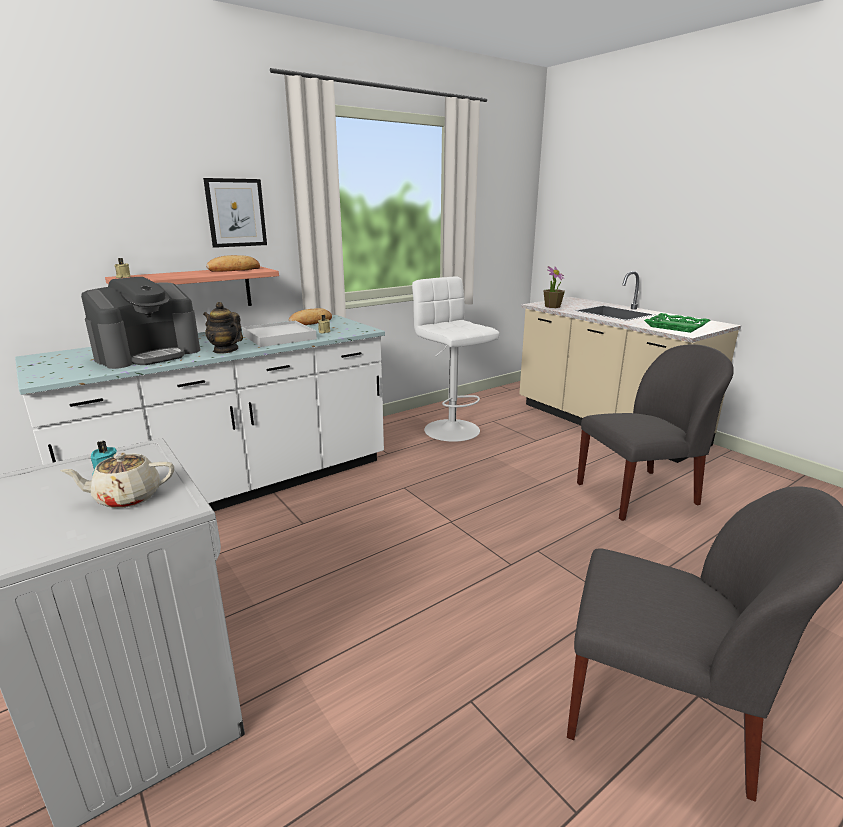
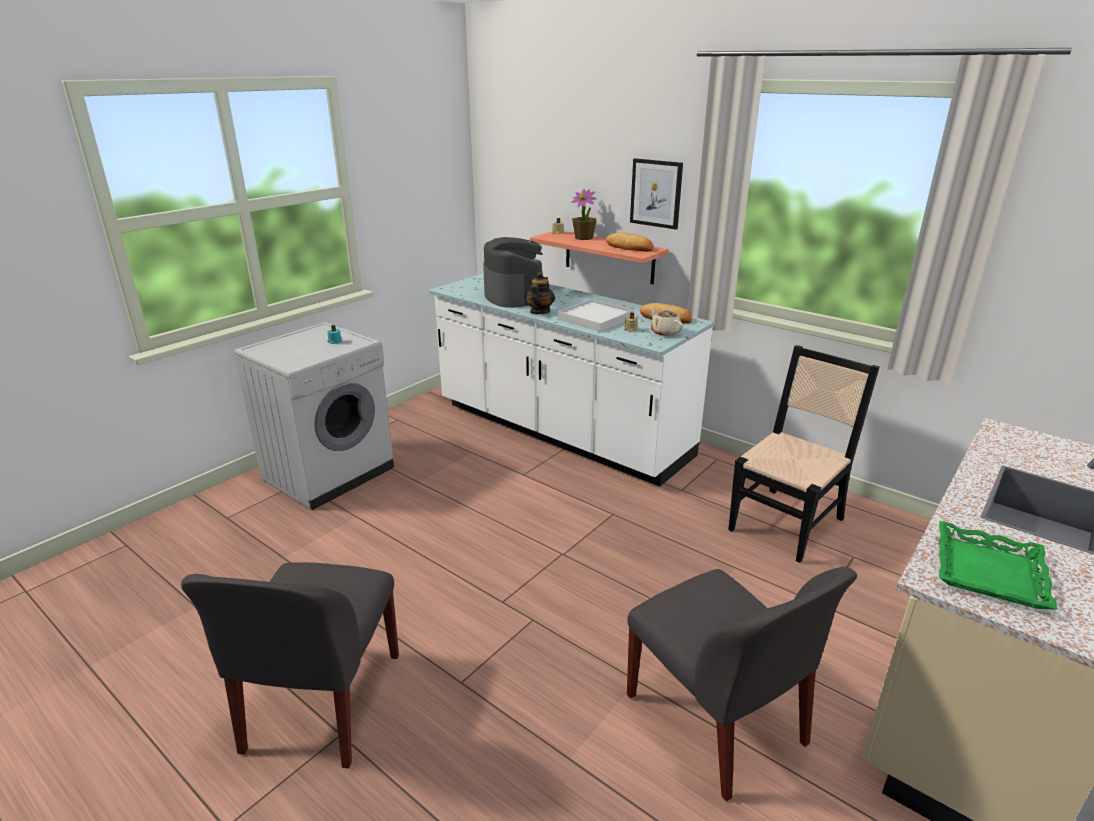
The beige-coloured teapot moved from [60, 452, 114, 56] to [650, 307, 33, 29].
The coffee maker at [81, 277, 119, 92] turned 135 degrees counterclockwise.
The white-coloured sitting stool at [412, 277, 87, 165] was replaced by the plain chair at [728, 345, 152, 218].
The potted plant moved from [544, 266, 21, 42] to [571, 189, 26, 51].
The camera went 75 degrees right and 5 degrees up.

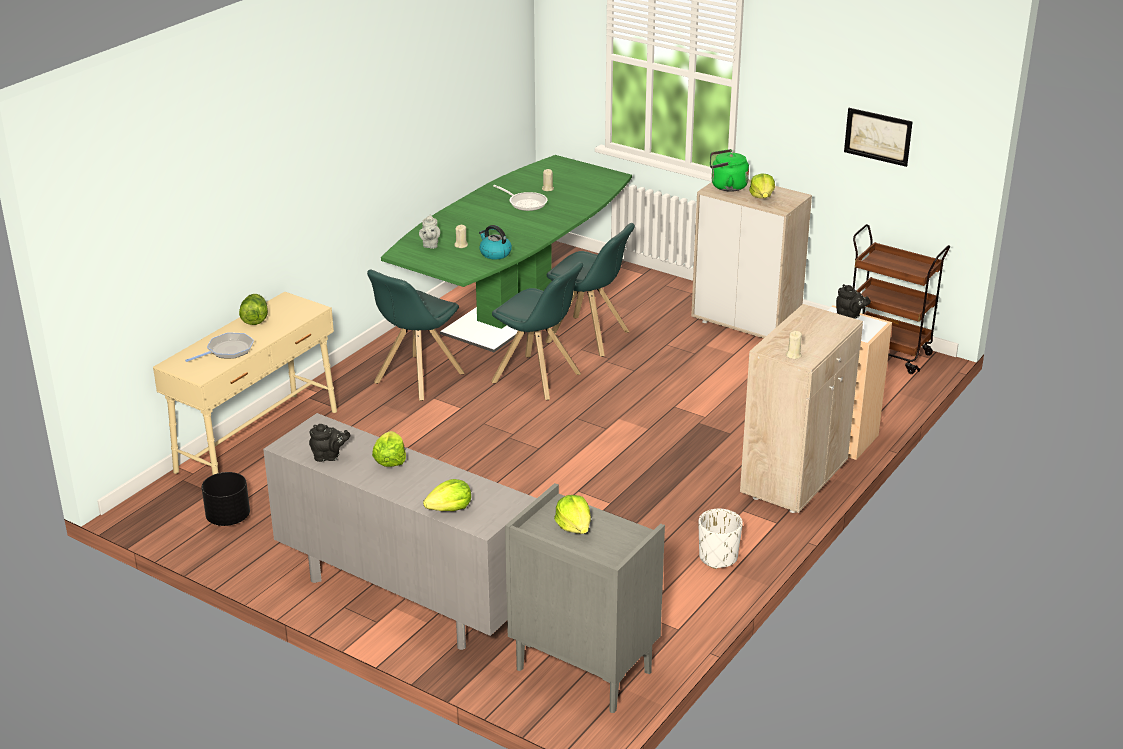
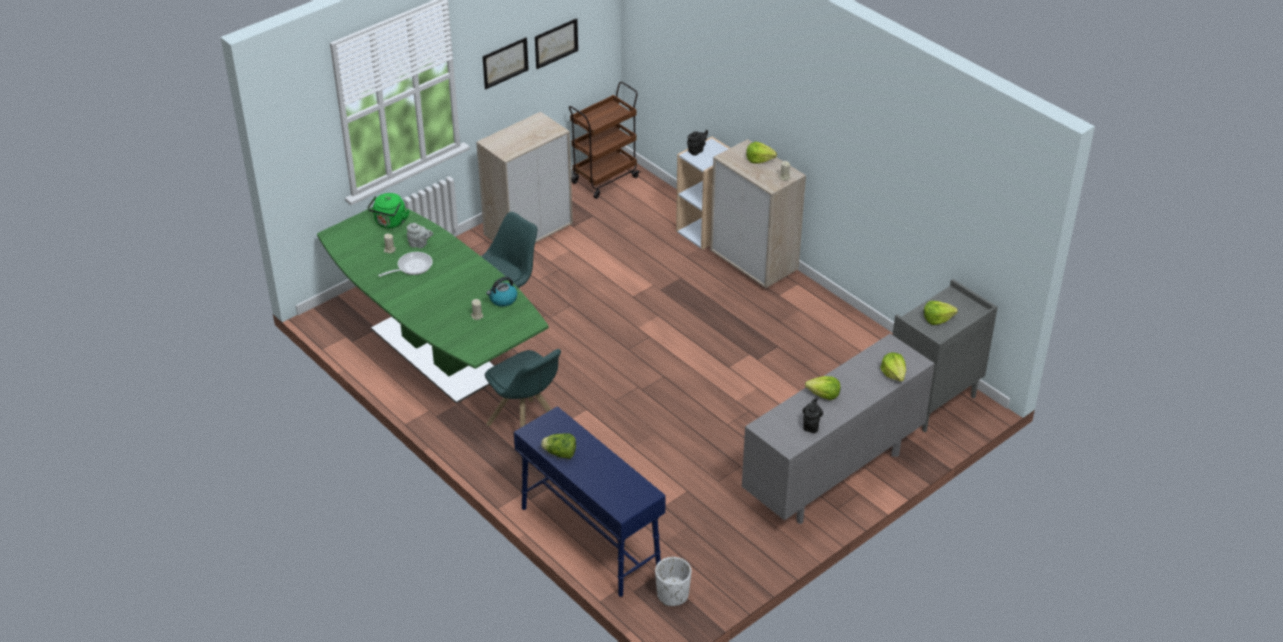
The beige-coloured console table at [153, 292, 184, 183] became the blue-coloured console table at [513, 406, 153, 191].
The pan at [185, 332, 69, 30] disappeared.
The black-coloured flower pot at [202, 472, 48, 54] disappeared.
The greyish teapot moved from [419, 214, 21, 35] to [407, 223, 26, 25].
The turquoise-coloured plain chair at [492, 262, 91, 138] disappeared.
The white-coloured flower pot moved from [699, 509, 44, 60] to [655, 557, 36, 49].
The greenish kettle moved from [710, 149, 39, 43] to [368, 193, 42, 35].
The lettuce moved from [749, 173, 26, 25] to [746, 142, 31, 22].
The wall art at [483, 37, 46, 52] appeared.
The camera went 75 degrees left and 10 degrees up.

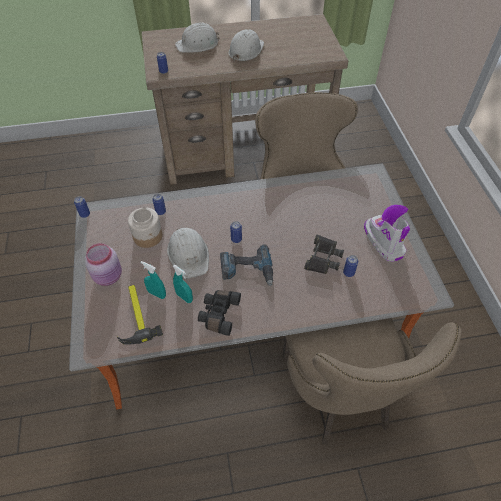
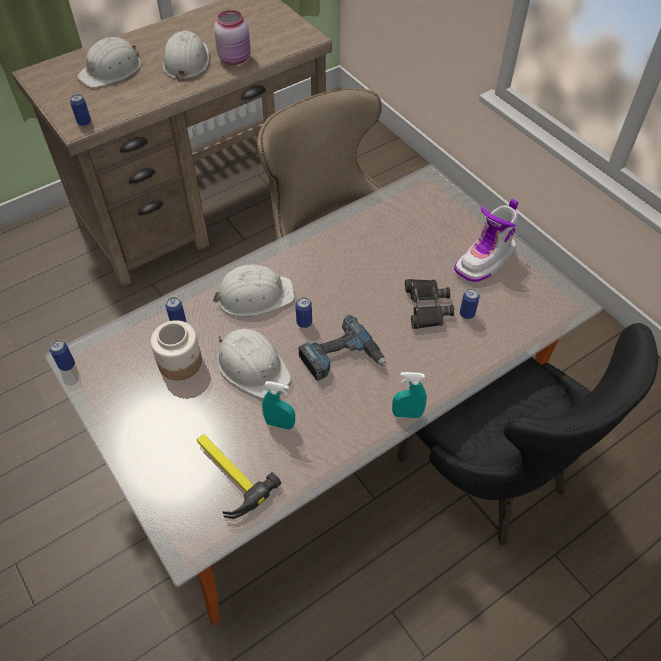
The pink storage jar moved from [85, 243, 37, 43] to [214, 10, 37, 55].
The turquoise-coloured spray bottle moved from [141, 261, 25, 38] to [392, 372, 35, 46].
The black-coloured binoculars at [198, 290, 43, 46] disappeared.
The beige-coloured plain chair at [283, 318, 179, 127] became the black-coloured plain chair at [397, 323, 261, 222].
The tall boot at [364, 205, 46, 57] turned 90 degrees counterclockwise.
The white-coloured safety helmet at [212, 265, 83, 52] appeared.
The camera went 25 degrees left and 0 degrees up.

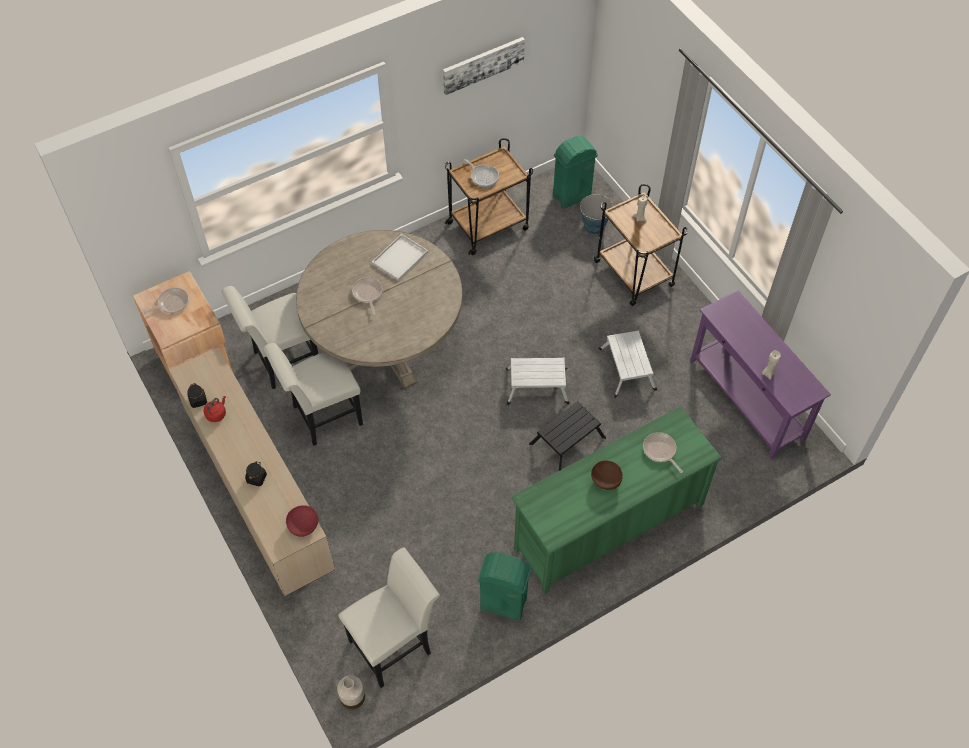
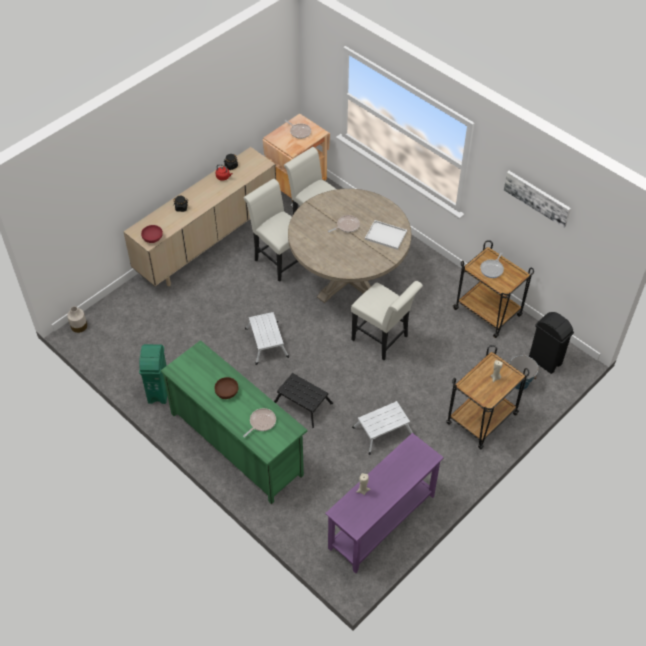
The white-coloured plain chair moved from [338, 548, 102, 140] to [351, 281, 72, 79].
The white-coloured step ladder moved from [506, 357, 64, 48] to [245, 312, 44, 53].
The greenish trash can at [553, 136, 45, 73] became the black-coloured trash can at [529, 312, 45, 62].
The camera went 75 degrees right and 5 degrees down.

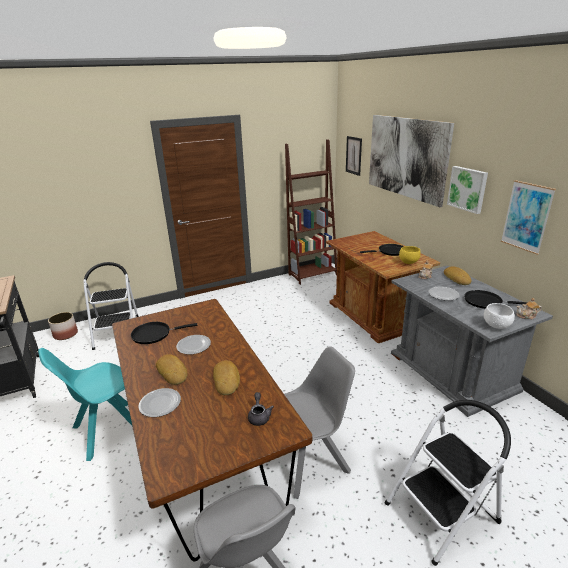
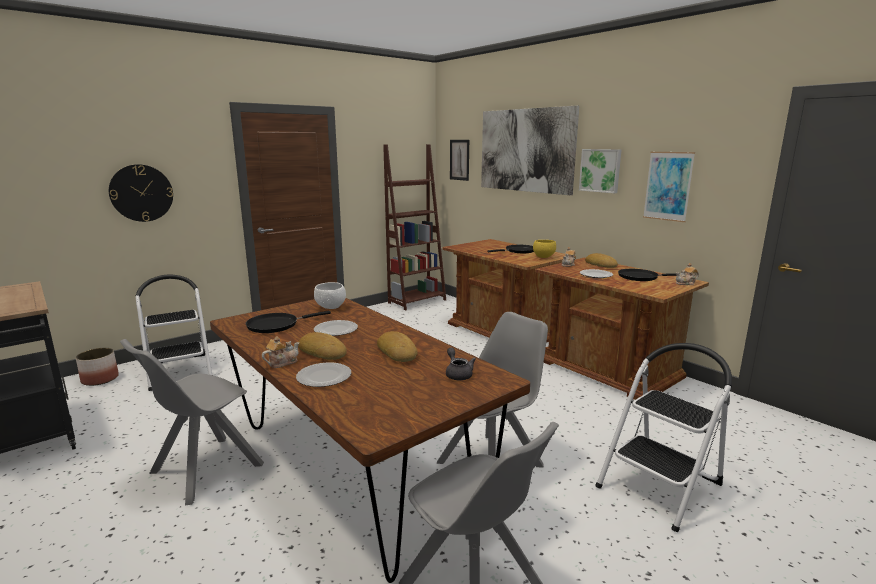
The turquoise-coloured plain chair at [38, 348, 94, 113] became the greyish plain chair at [120, 339, 144, 166].
The greyish cabinet at [391, 266, 162, 151] became the brown cabinet at [535, 258, 174, 142].
The white-coloured serving bowl moved from [484, 303, 31, 26] to [314, 282, 32, 27].
The clock on the wall at [109, 164, 64, 58] appeared.
The teapot at [262, 336, 38, 32] appeared.
The camera went 15 degrees left and 10 degrees down.

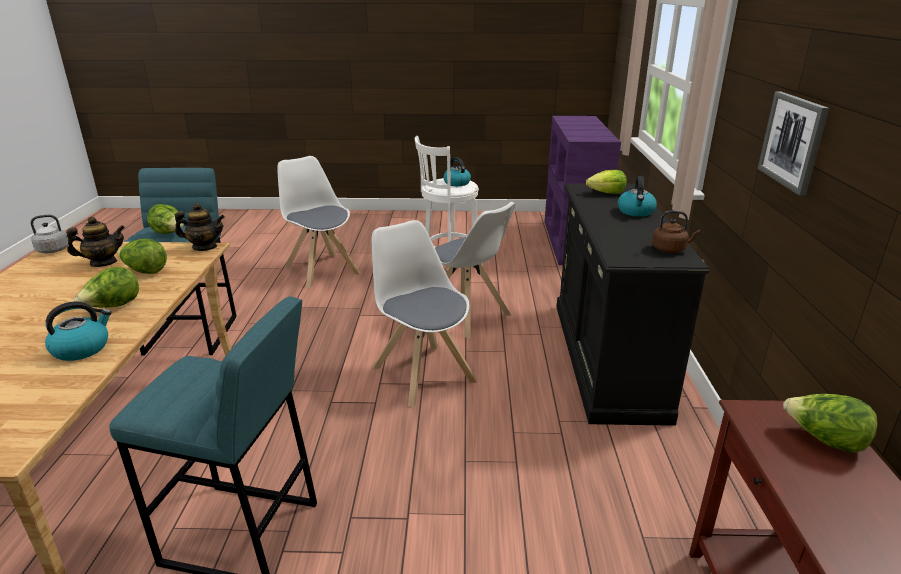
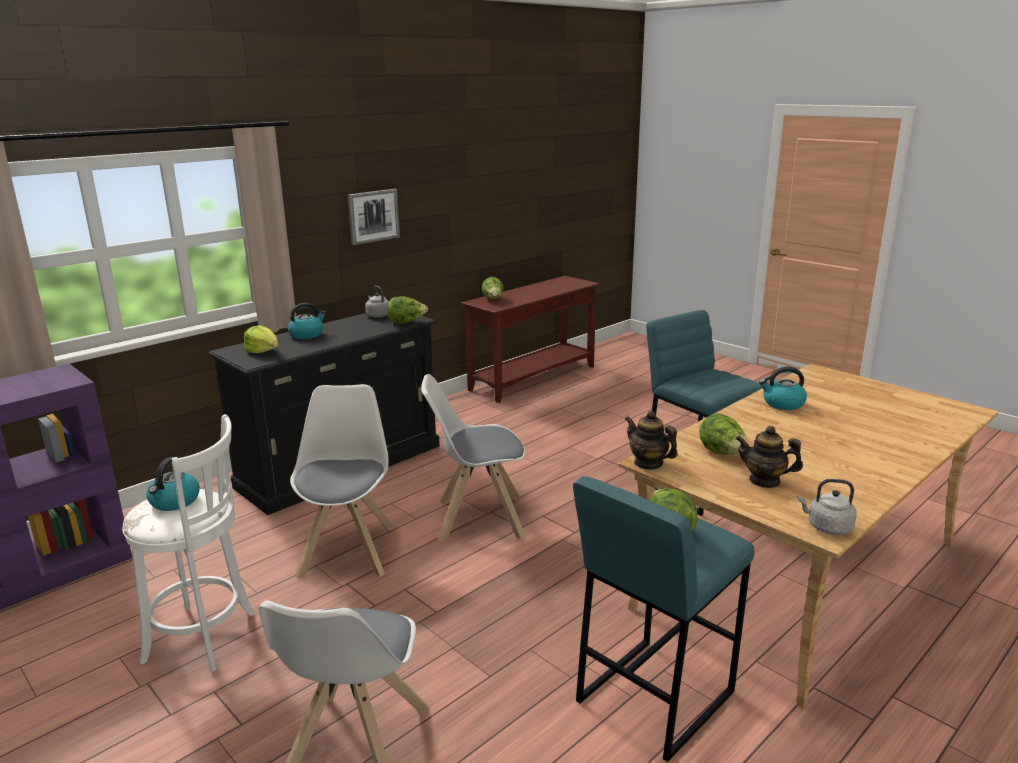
The lettuce moved from [74, 267, 65, 41] to [387, 296, 41, 28].
The plain chair at [372, 220, 105, 187] turned 75 degrees clockwise.
The brown kettle at [652, 210, 48, 43] became the greyish kettle at [365, 285, 24, 33].
The camera went 135 degrees left and 5 degrees down.

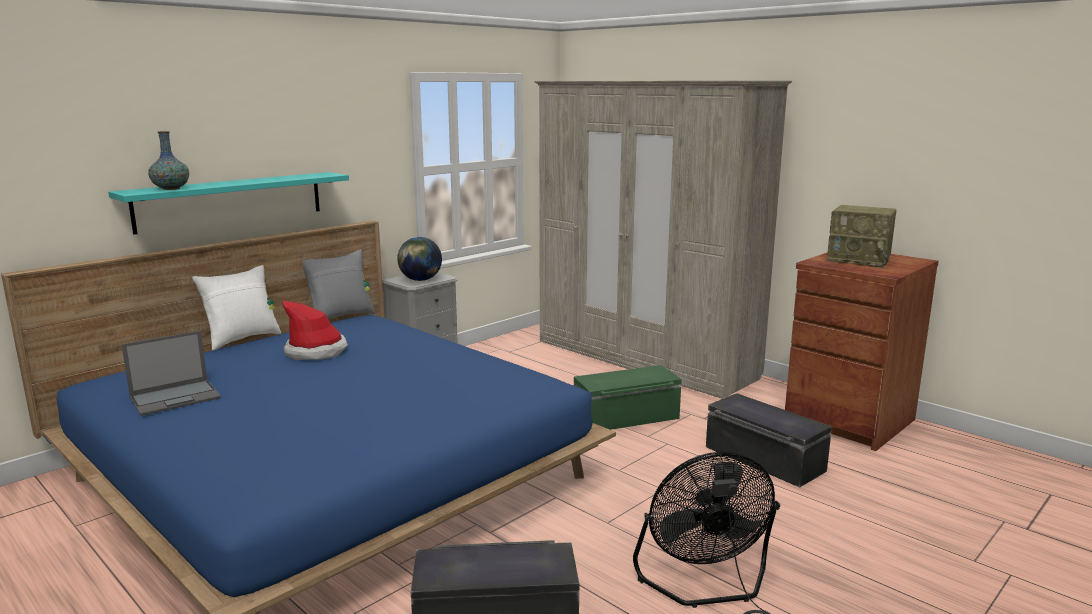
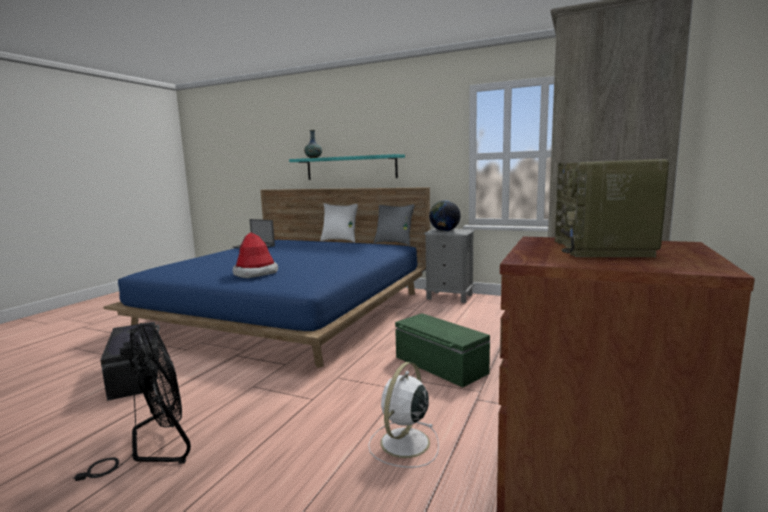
The clothing hat moved from [282, 300, 66, 60] to [233, 232, 45, 46].
The black-coloured storage box at [706, 393, 126, 94] was replaced by the white-coloured electric fan at [368, 362, 71, 106].
The camera went 70 degrees right and 5 degrees down.

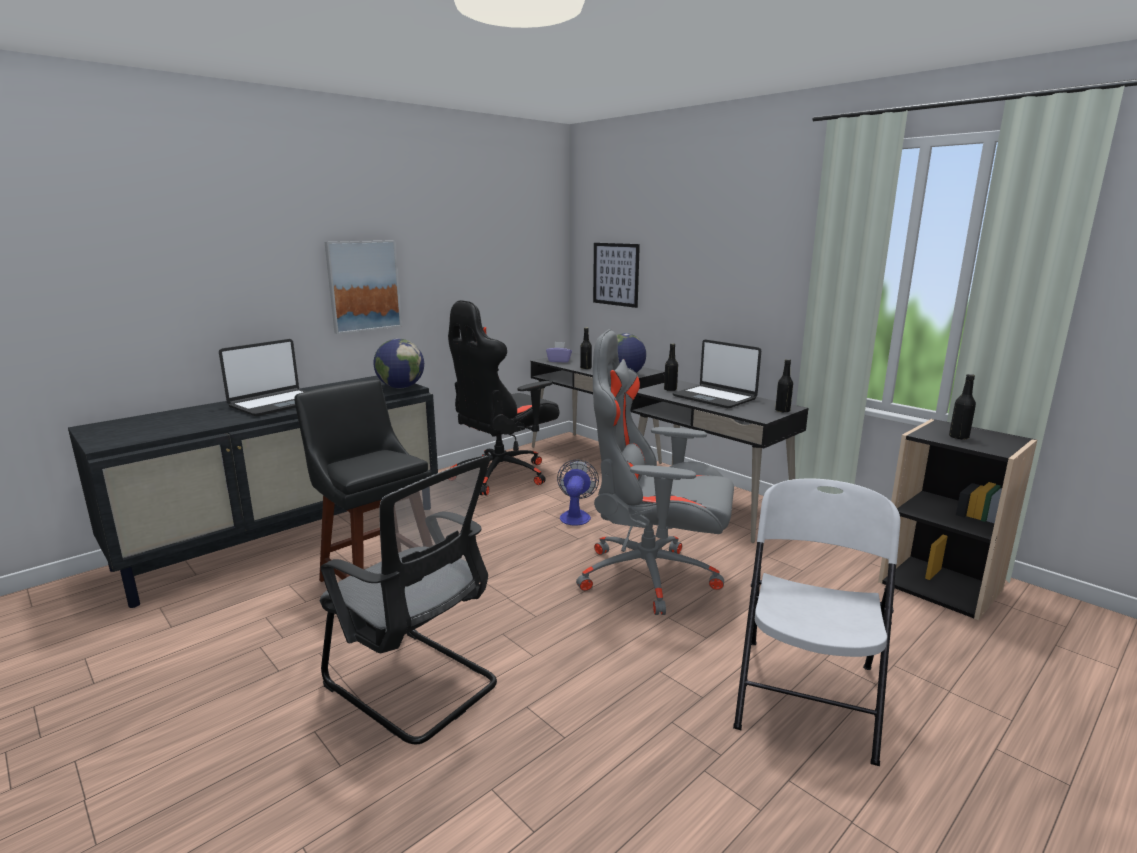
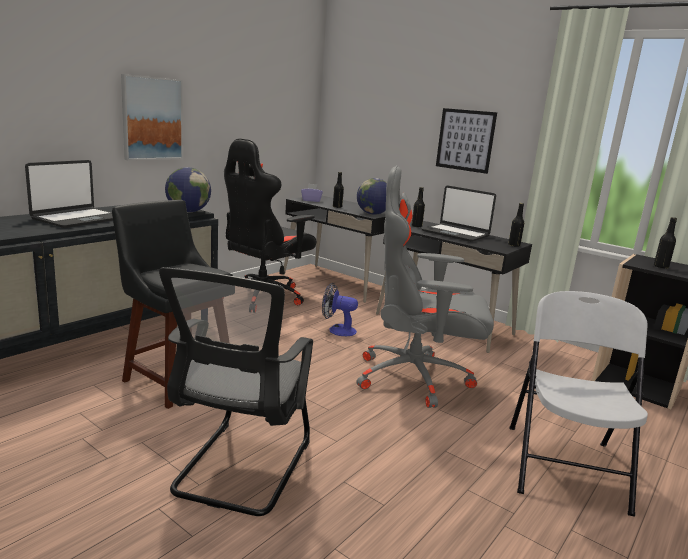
The plain chair at [320, 456, 177, 289] turned 75 degrees clockwise.
The electric fan at [557, 459, 42, 67] turned 75 degrees counterclockwise.
The wall art moved from [593, 243, 47, 65] to [436, 108, 61, 66].
The camera went 10 degrees left and 0 degrees up.

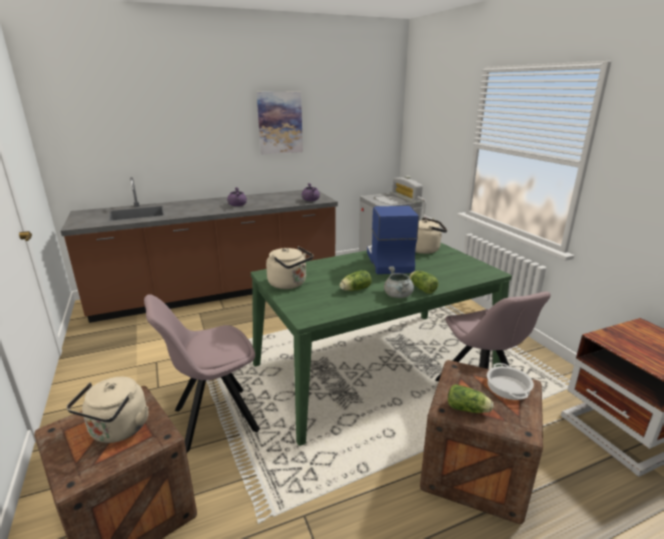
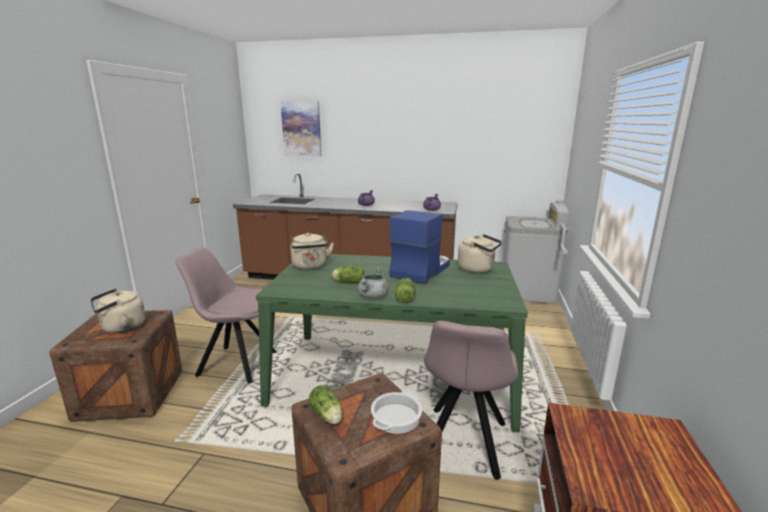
The wall art moved from [257, 92, 46, 62] to [281, 102, 40, 54].
The camera went 35 degrees right and 5 degrees down.

